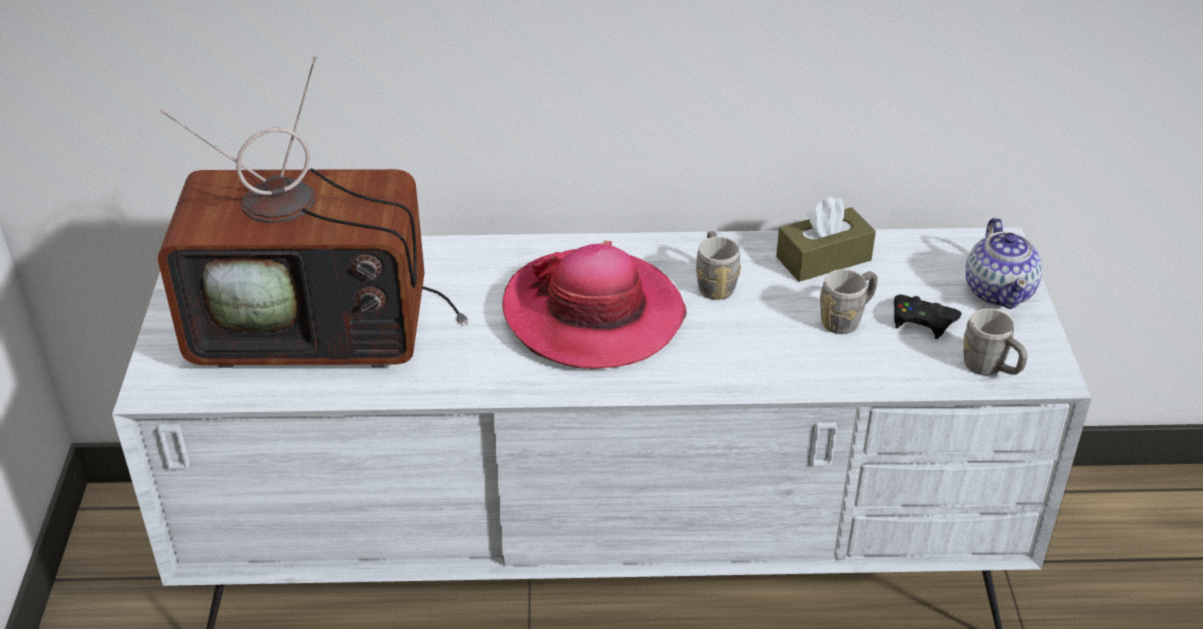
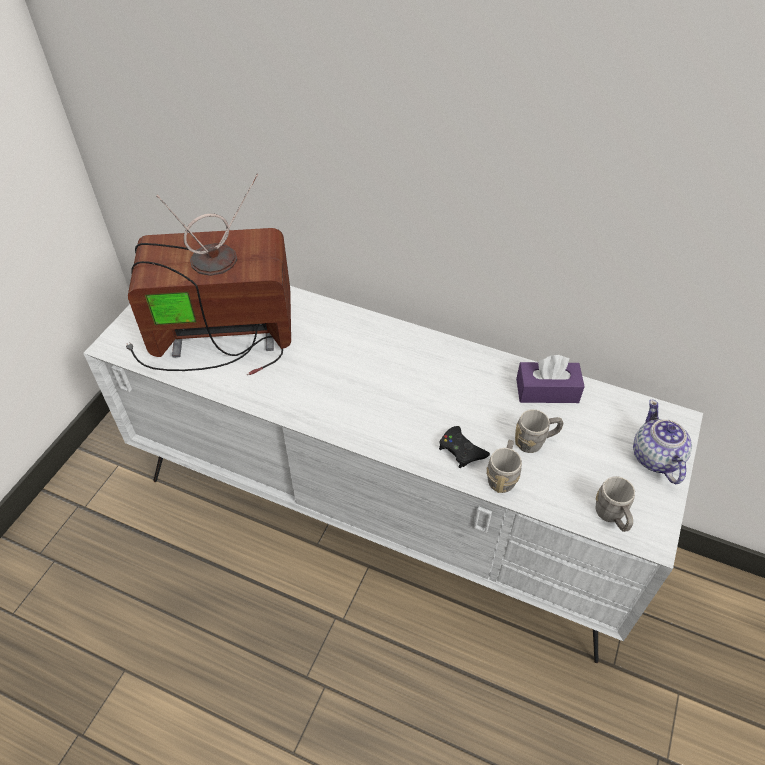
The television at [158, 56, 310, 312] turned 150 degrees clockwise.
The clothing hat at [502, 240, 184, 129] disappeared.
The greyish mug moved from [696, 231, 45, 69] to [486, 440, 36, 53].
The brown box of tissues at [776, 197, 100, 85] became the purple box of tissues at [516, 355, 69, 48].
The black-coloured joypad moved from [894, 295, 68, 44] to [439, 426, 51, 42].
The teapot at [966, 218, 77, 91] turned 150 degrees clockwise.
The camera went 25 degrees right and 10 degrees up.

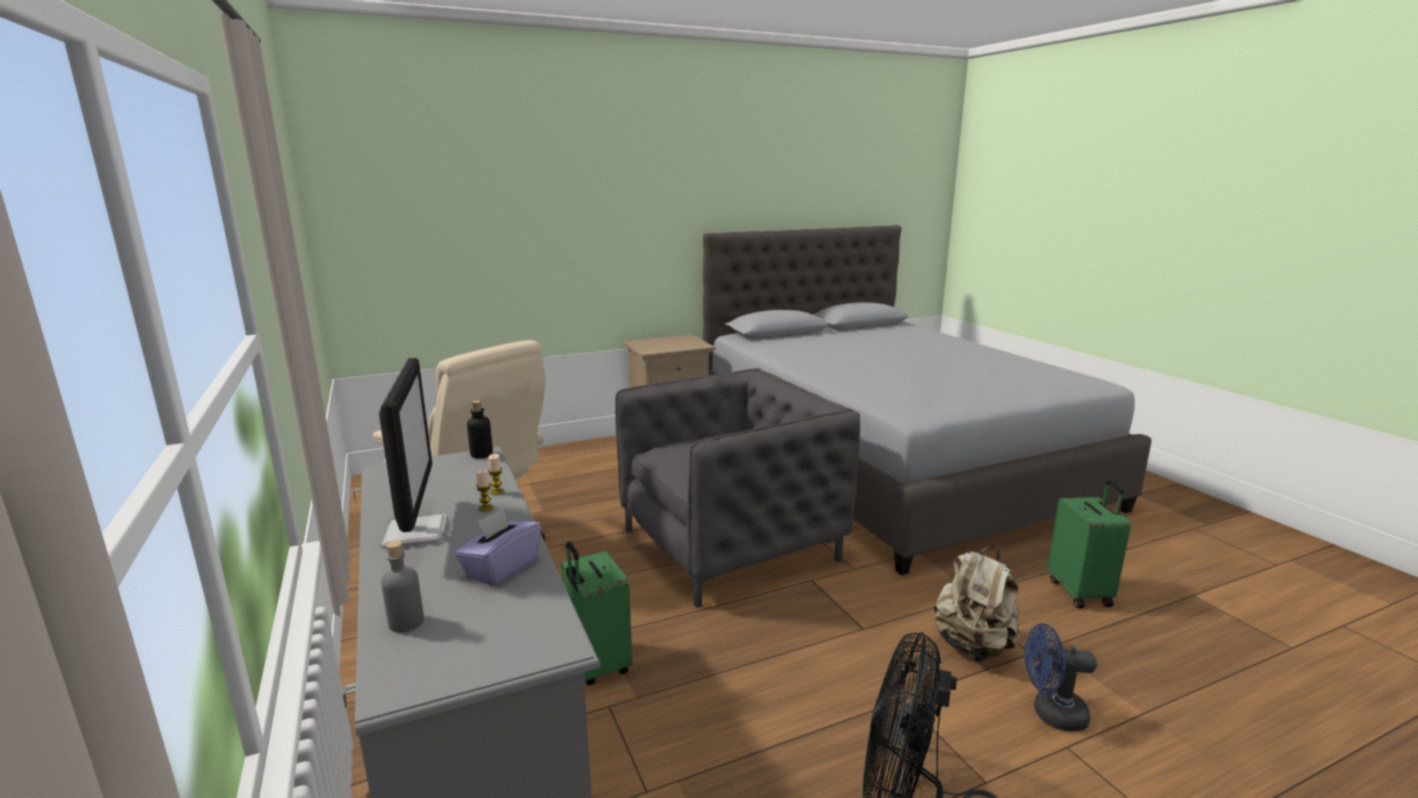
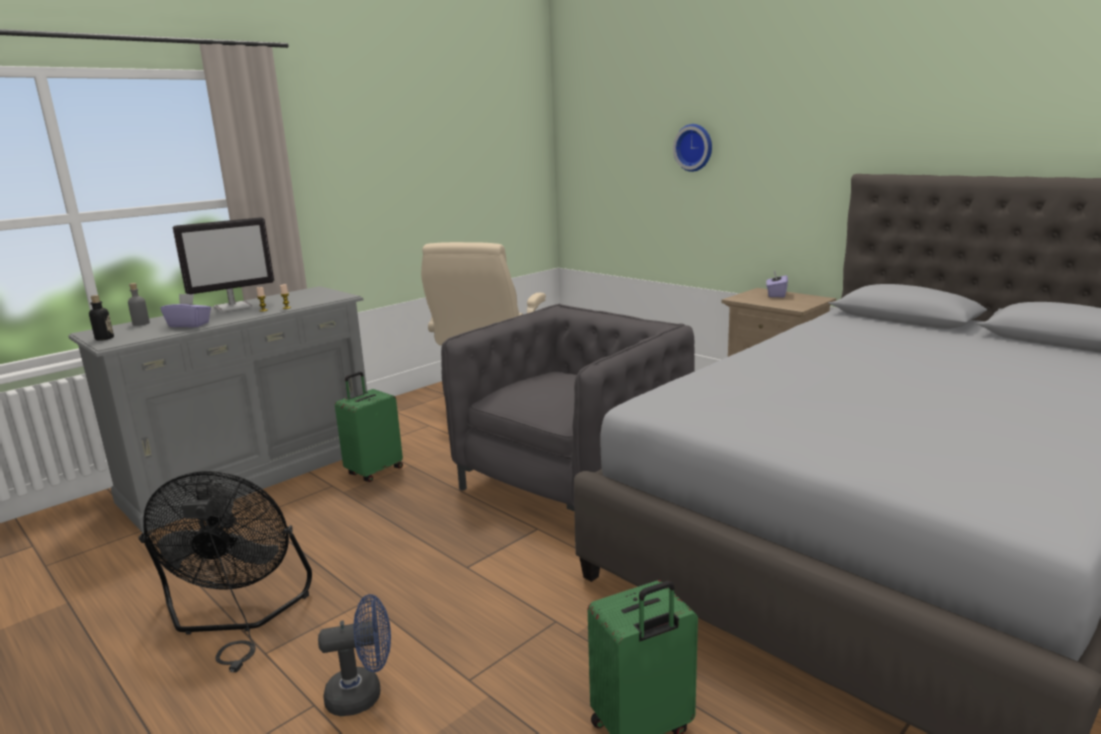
The beverage bottle moved from [467, 400, 26, 58] to [89, 295, 25, 46].
The greyish easy chair at [615, 368, 245, 240] turned 90 degrees counterclockwise.
The beige-coloured backpack at [934, 545, 86, 117] disappeared.
The blue-coloured electric fan at [1025, 623, 72, 109] turned 90 degrees clockwise.
The clock on the wall at [673, 124, 39, 48] appeared.
The purple box of tissues at [766, 270, 22, 27] appeared.
The camera went 70 degrees right and 0 degrees up.

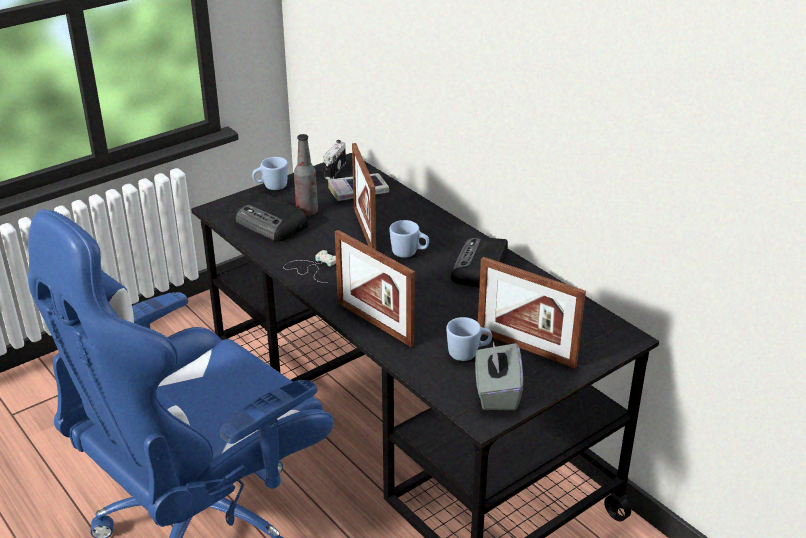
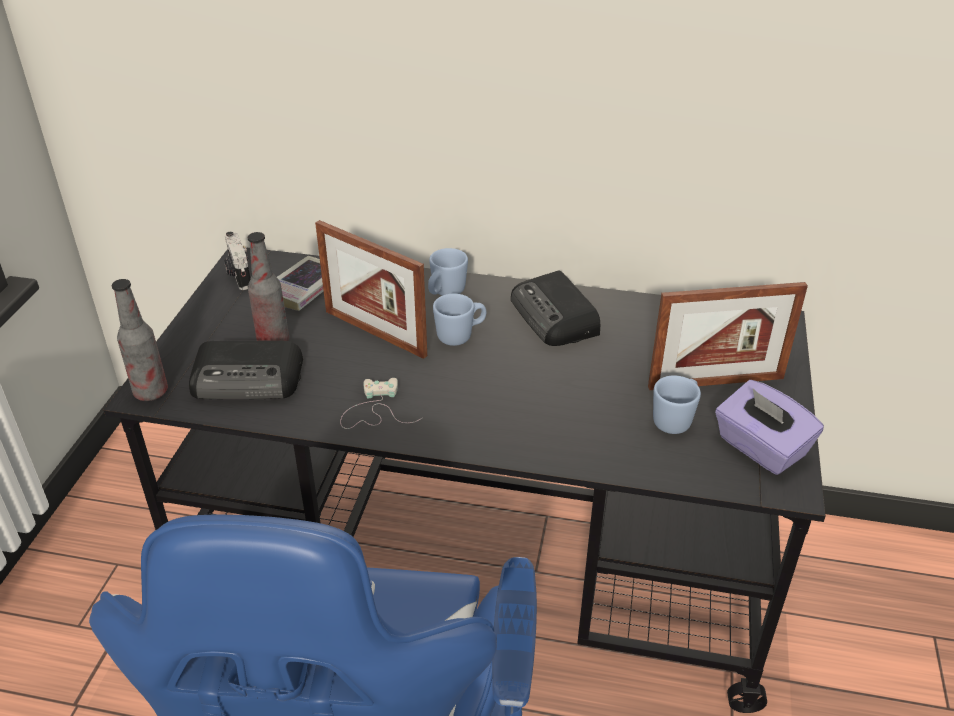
The blue-coloured mug moved from [252, 157, 36, 33] to [428, 248, 40, 48].
The picture frame at [335, 230, 80, 117] disappeared.
The greyish box of tissues at [475, 342, 48, 68] became the purple box of tissues at [715, 380, 109, 95].
The beverage bottle at [112, 279, 56, 122] appeared.
The camera went 40 degrees left and 5 degrees up.

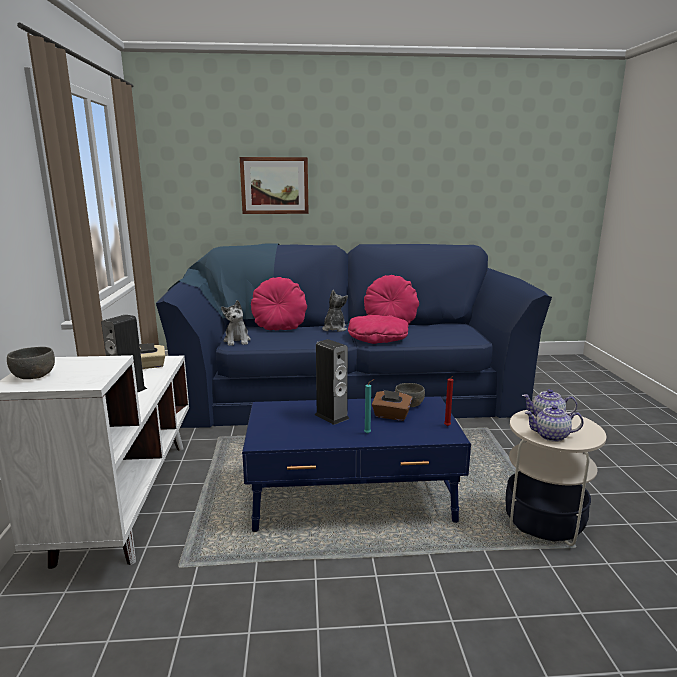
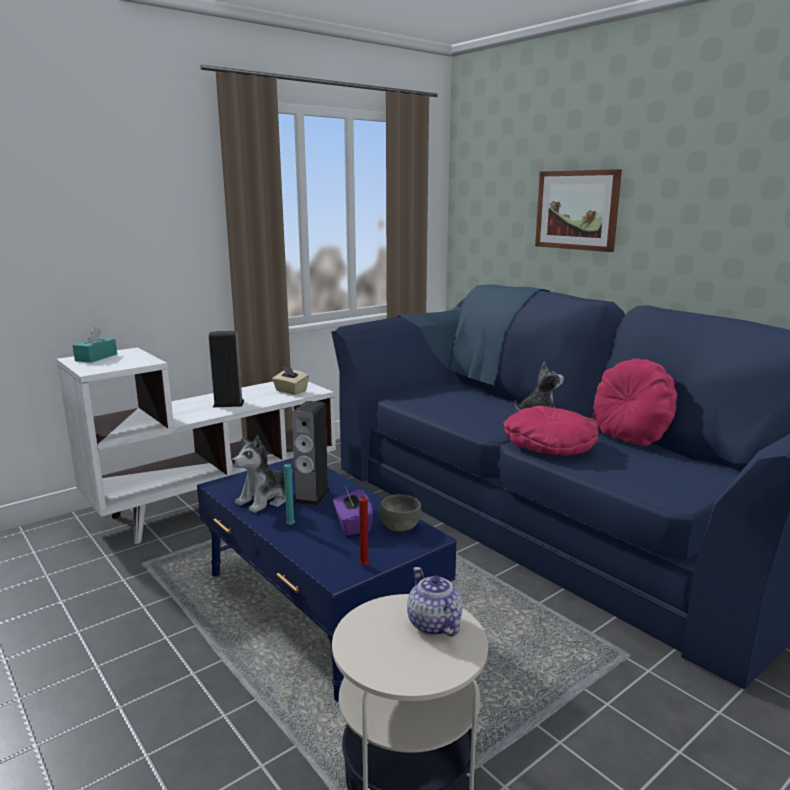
The greyish serving bowl at [7, 347, 48, 32] was replaced by the turquoise-coloured box of tissues at [73, 326, 44, 37].
The soft toy moved from [221, 300, 30, 46] to [232, 435, 61, 78].
The pink cushion at [251, 277, 56, 53] disappeared.
The brown box of tissues at [372, 390, 40, 31] became the purple box of tissues at [333, 486, 40, 49].
The teapot at [525, 405, 58, 37] disappeared.
The camera went 55 degrees right and 0 degrees up.

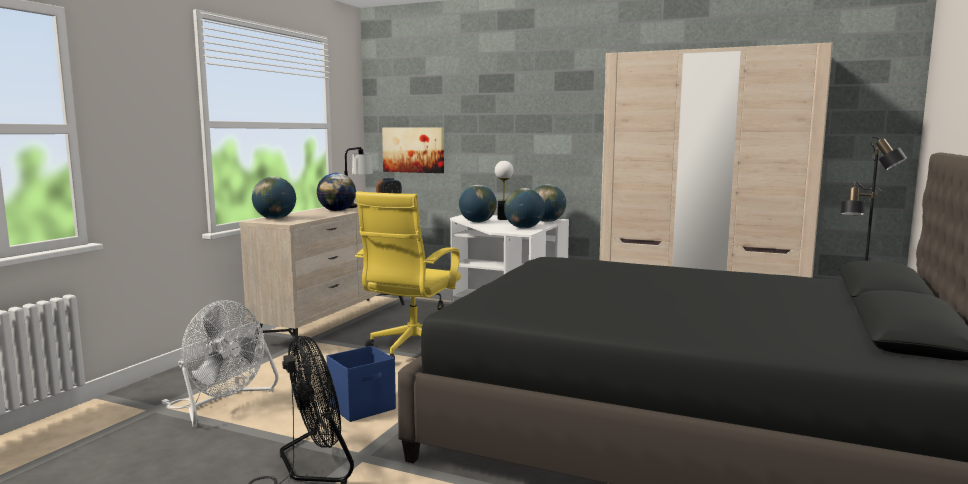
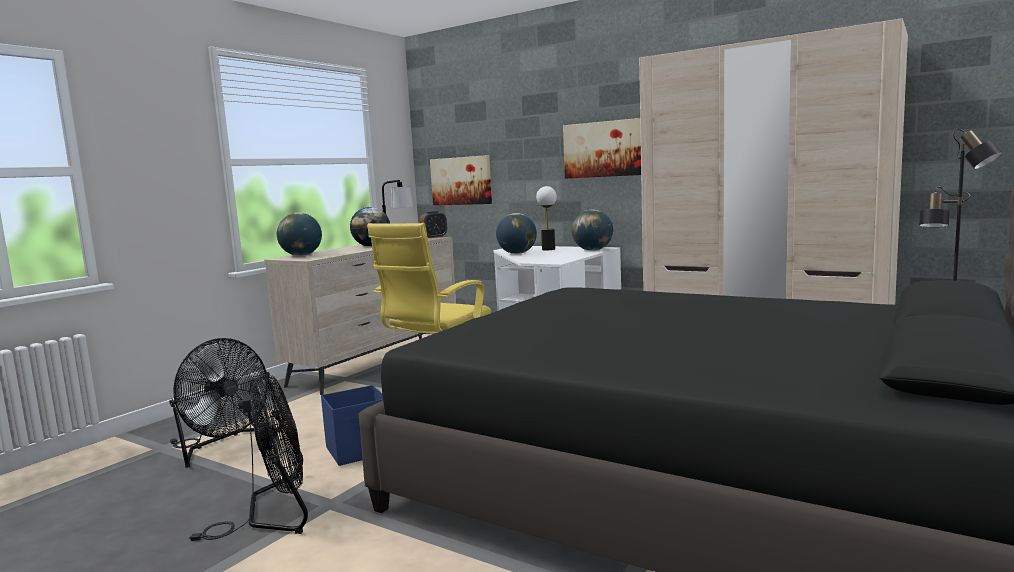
The white-coloured electric fan at [162, 300, 117, 128] became the black-coloured electric fan at [169, 338, 116, 130].
The world globe at [504, 188, 41, 41] disappeared.
The wall art at [563, 118, 78, 61] appeared.
The camera went 10 degrees right and 0 degrees up.

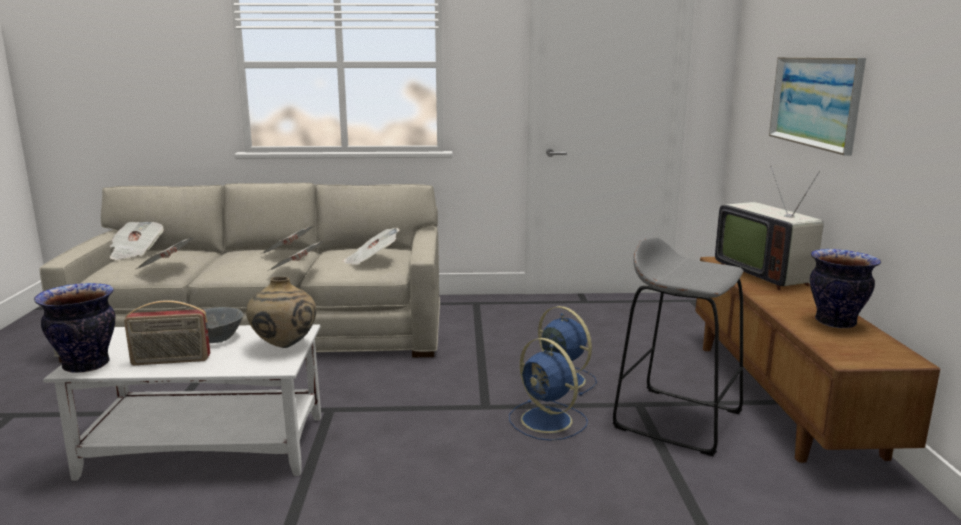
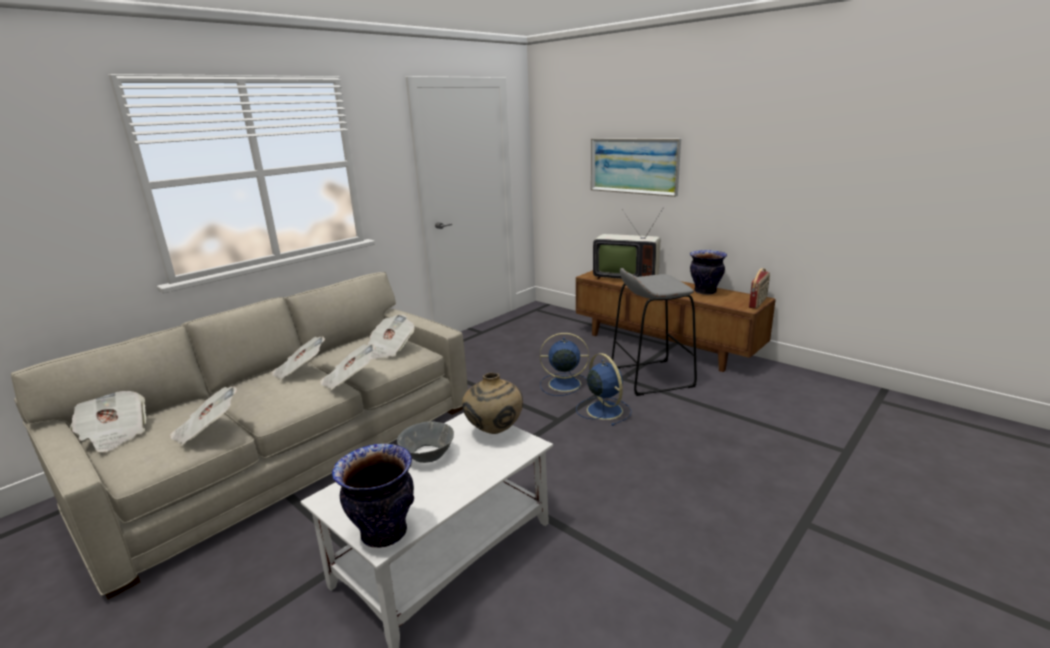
The radio moved from [124, 300, 86, 65] to [749, 268, 21, 41].
The blue-coloured electric fan at [509, 338, 79, 103] turned 120 degrees counterclockwise.
The camera went 45 degrees left and 5 degrees up.

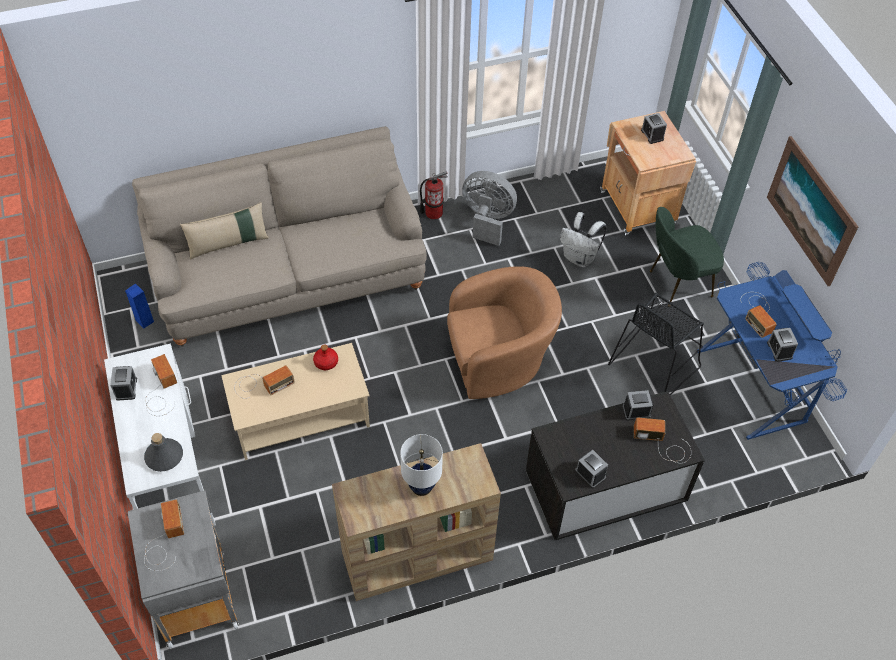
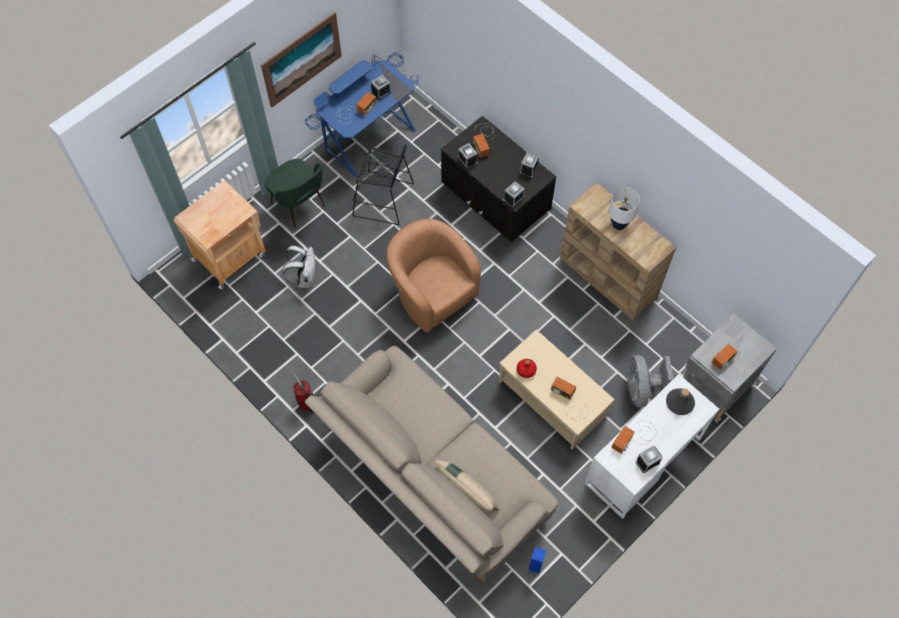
The greyish electric fan moved from [462, 171, 55, 75] to [627, 355, 46, 53].
The table clock moved from [641, 113, 26, 31] to [503, 181, 22, 27].
The camera went 115 degrees left and 10 degrees up.

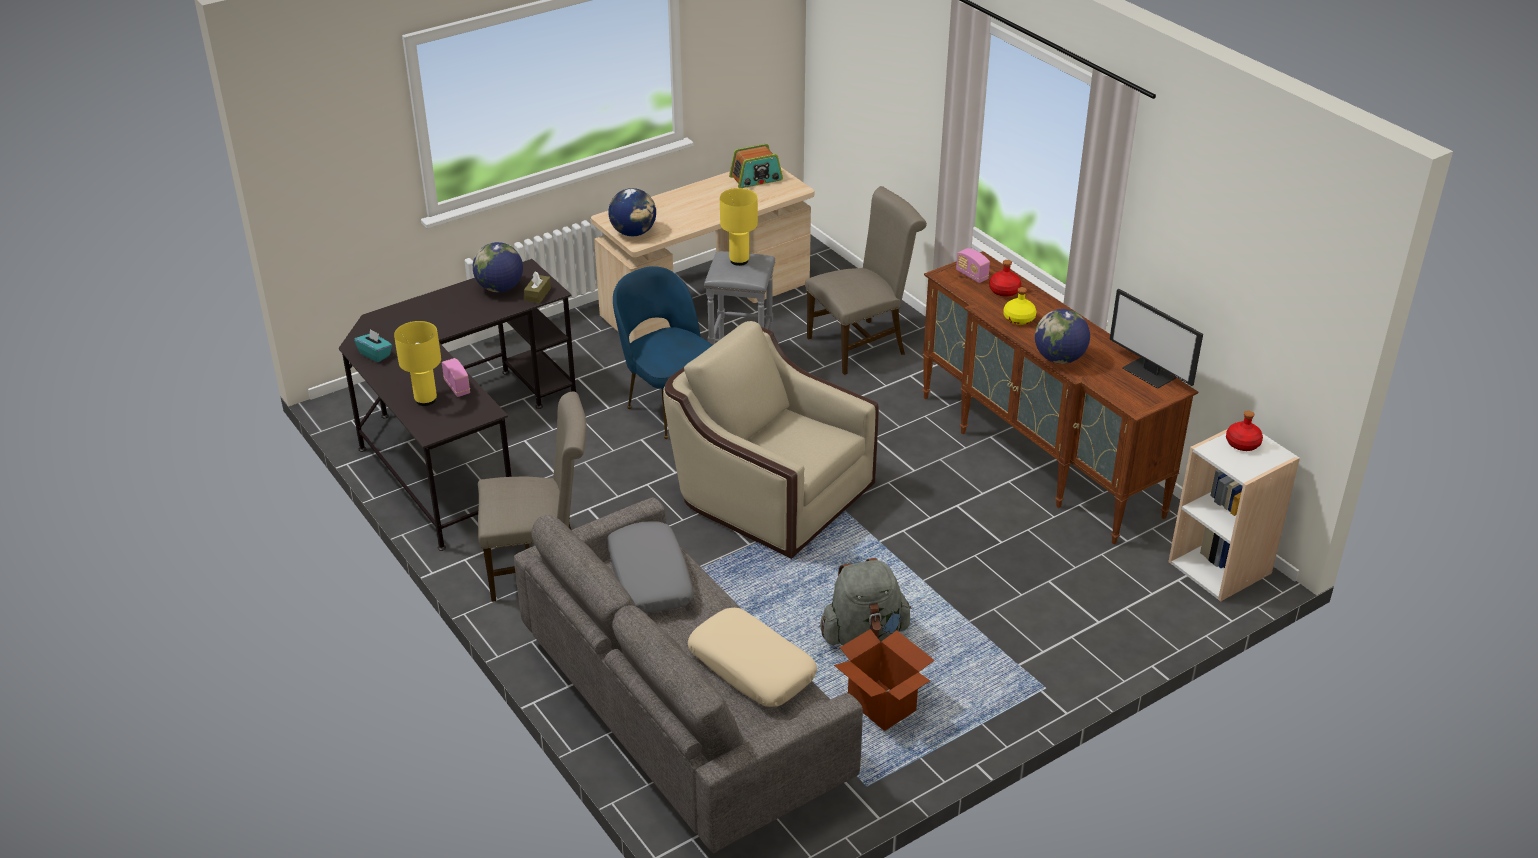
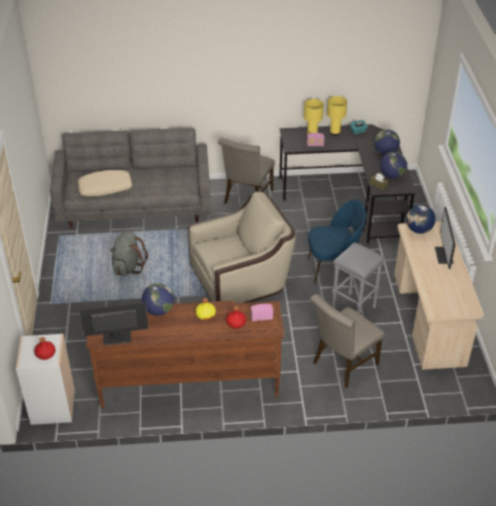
The greyish cushion at [607, 521, 87, 92] disappeared.
The yellowish table lamp moved from [720, 188, 38, 78] to [327, 96, 20, 39].
The radio at [729, 144, 54, 44] disappeared.
The beige-coloured plain chair at [805, 186, 122, 189] turned 45 degrees clockwise.
The packing box at [834, 629, 101, 102] disappeared.
The world globe at [374, 130, 26, 25] appeared.
The monitor at [435, 207, 21, 62] appeared.
The camera went 120 degrees right and 5 degrees up.

